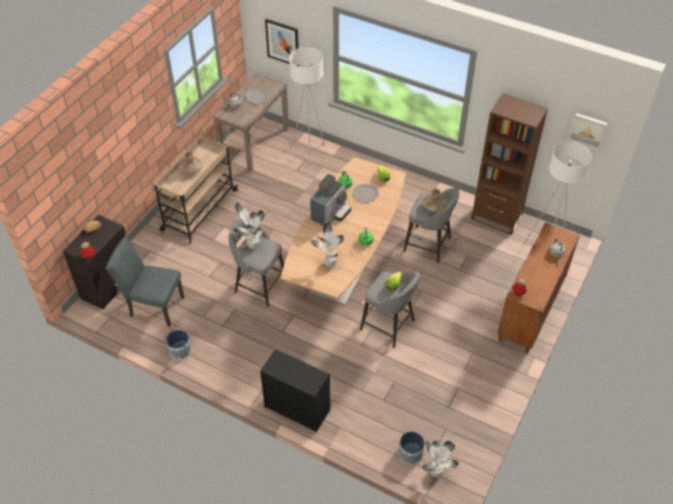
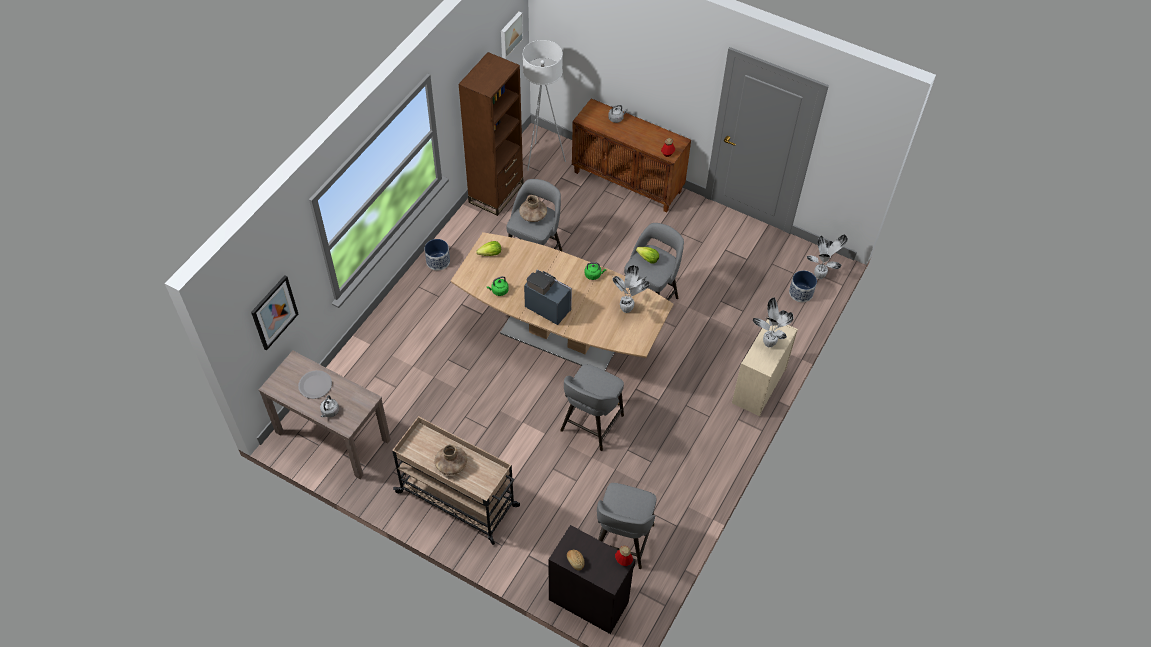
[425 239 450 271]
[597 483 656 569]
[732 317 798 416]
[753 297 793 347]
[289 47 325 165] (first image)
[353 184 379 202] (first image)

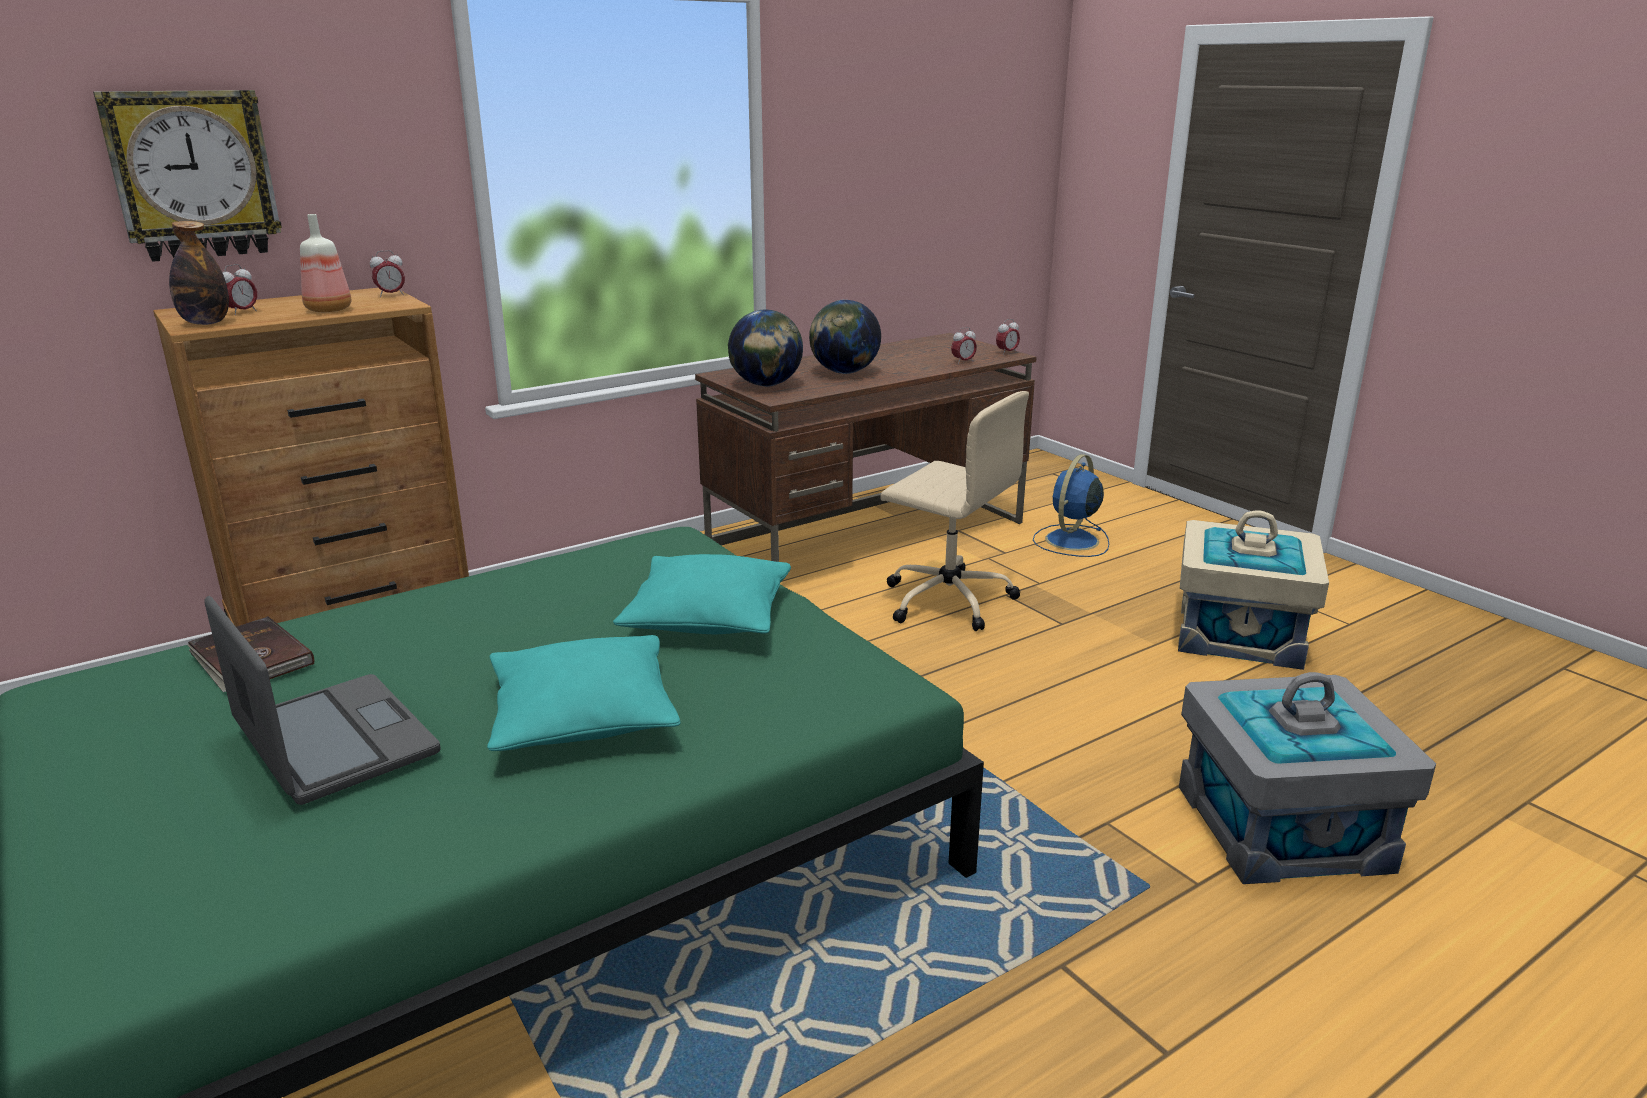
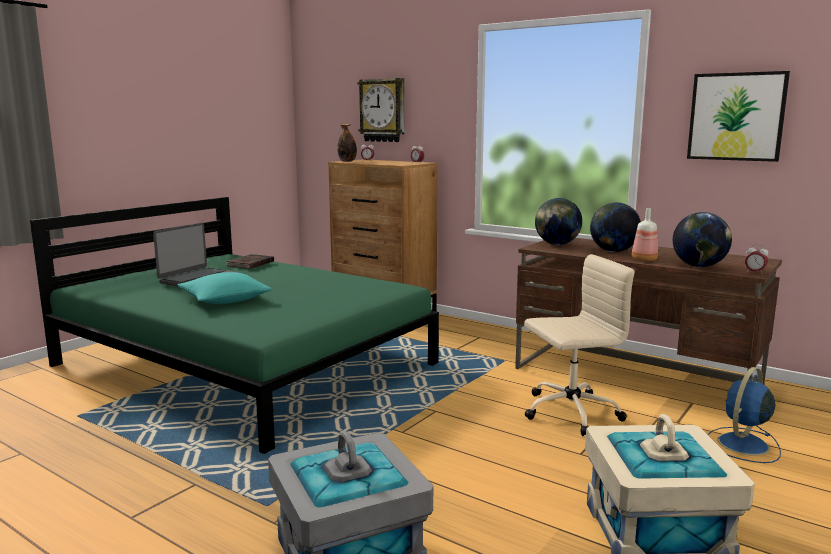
[524 254 634 436]
[632 208 658 262]
[673 212 732 267]
[687 71 790 162]
[707 367 781 463]
[613 554 791 634] (first image)

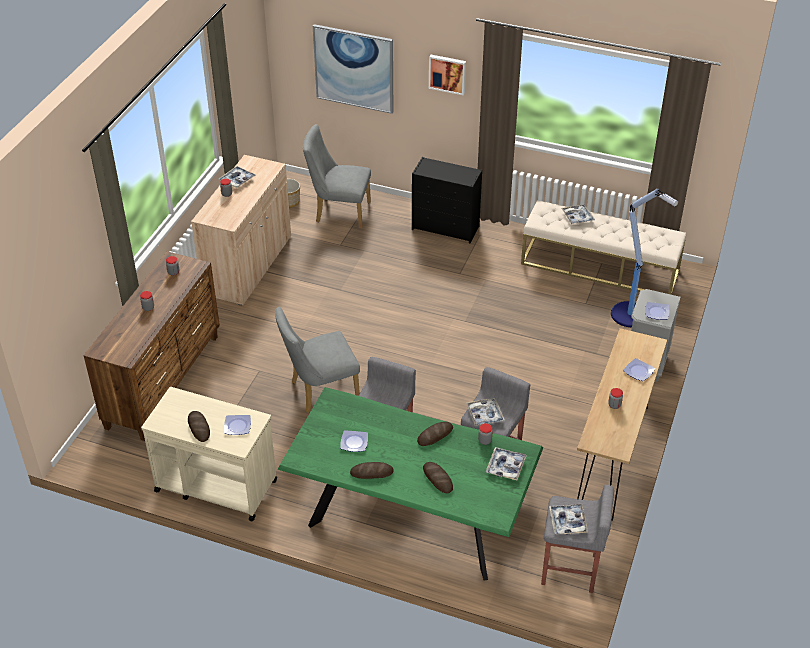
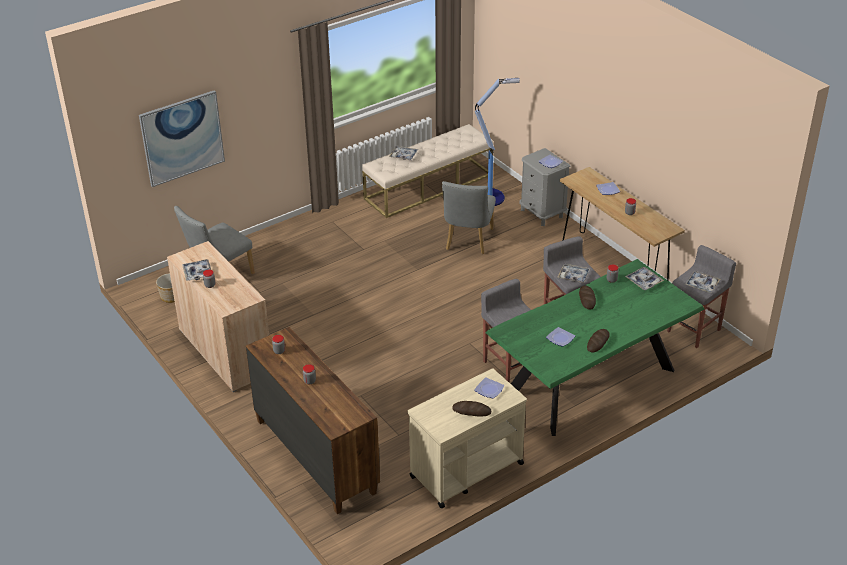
[442 181 496 254]
[412 157 482 243] (first image)
[423 462 453 493] (first image)
[429 55 466 95] (first image)

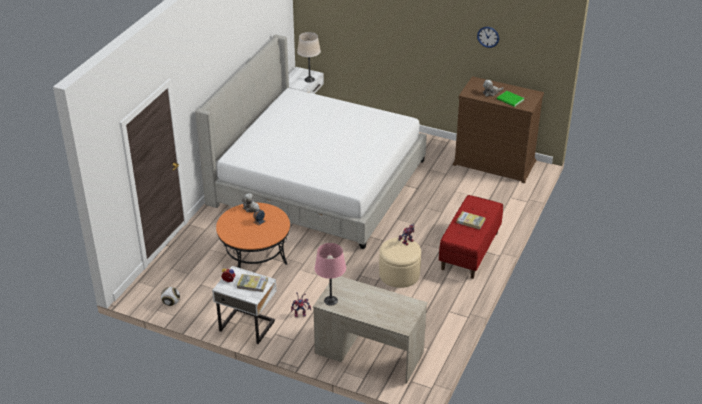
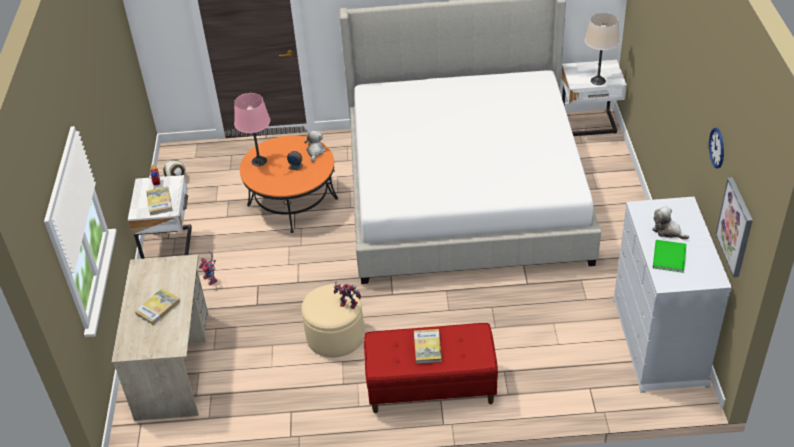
[134 288 180 325]
[234 93 270 166]
[613 197 732 393]
[716 177 753 277]

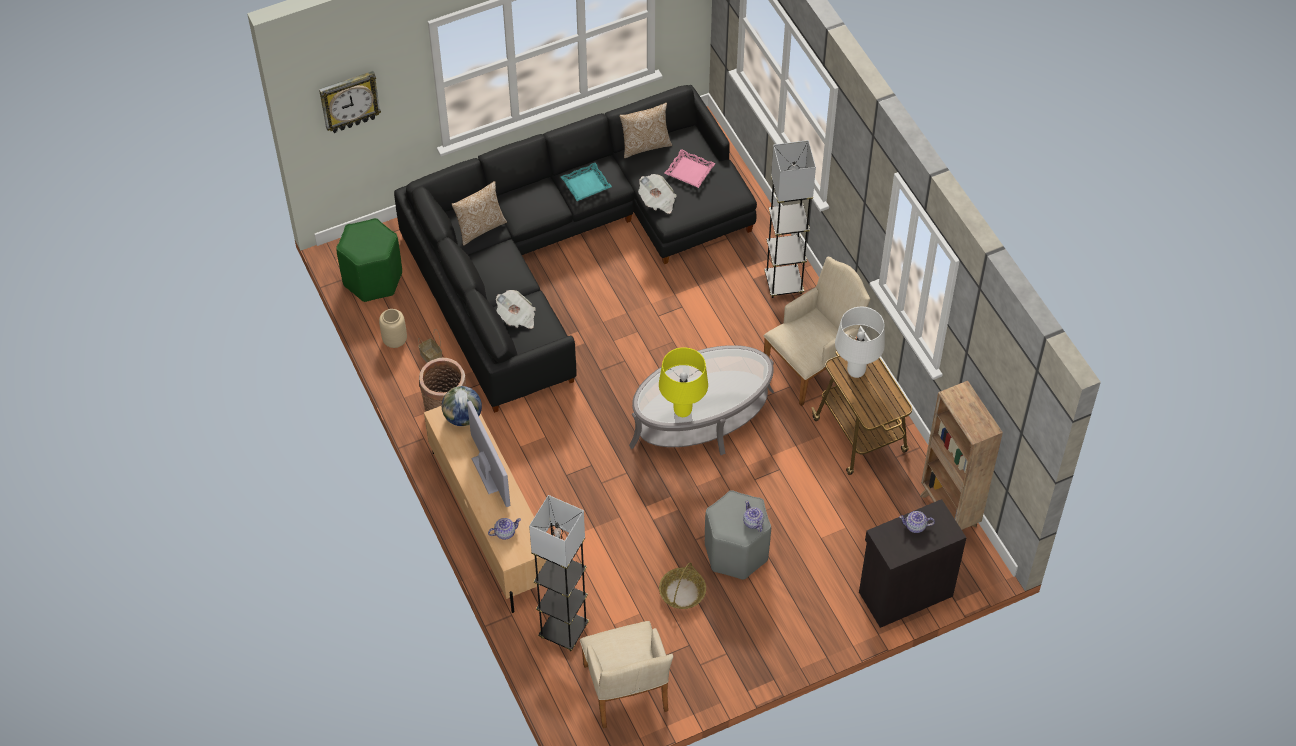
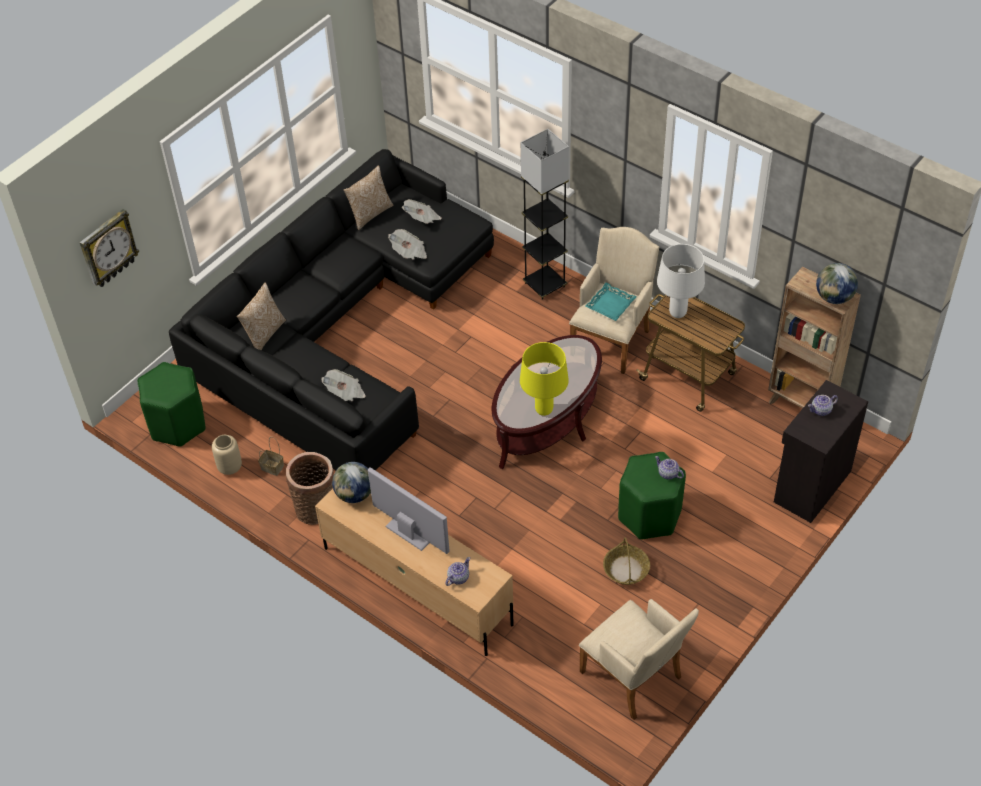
[402 199 442 224]
[492 335 602 469]
[585 283 636 321]
[618 452 686 539]
[816 263 858 304]
[529 495 589 651] (first image)

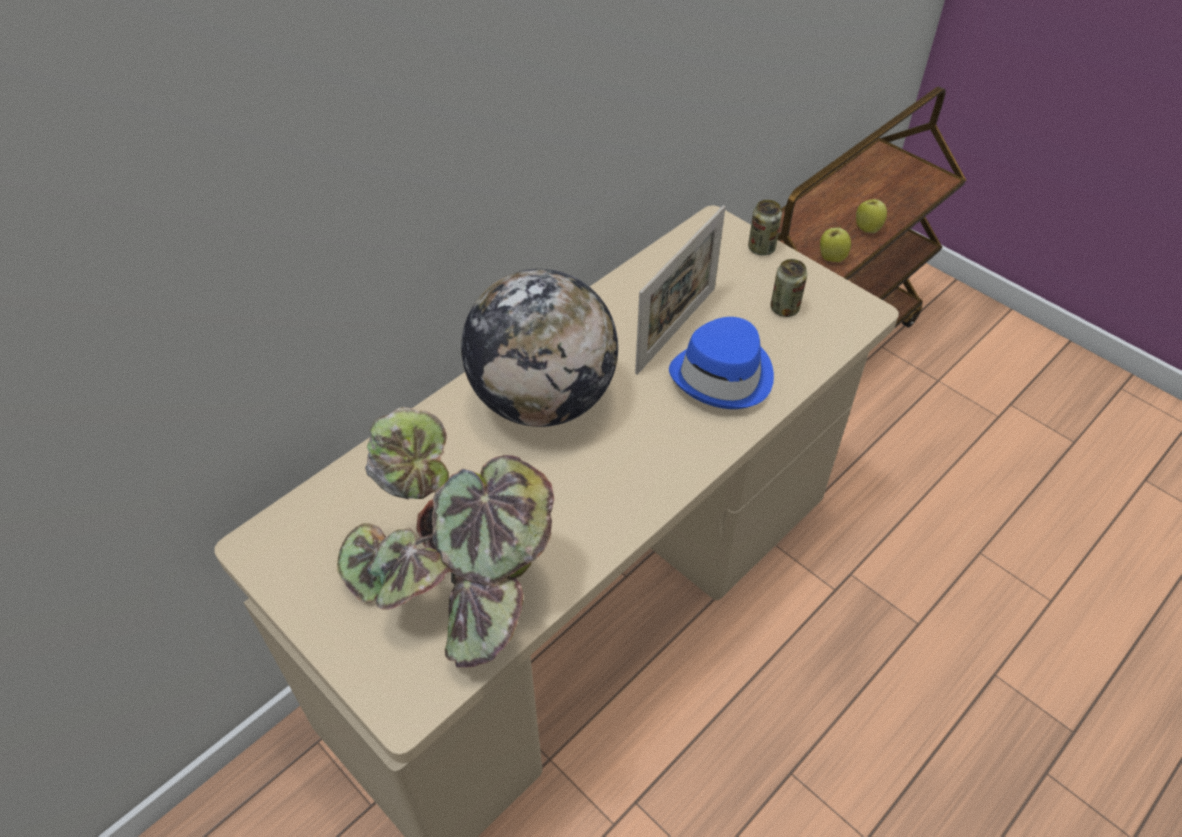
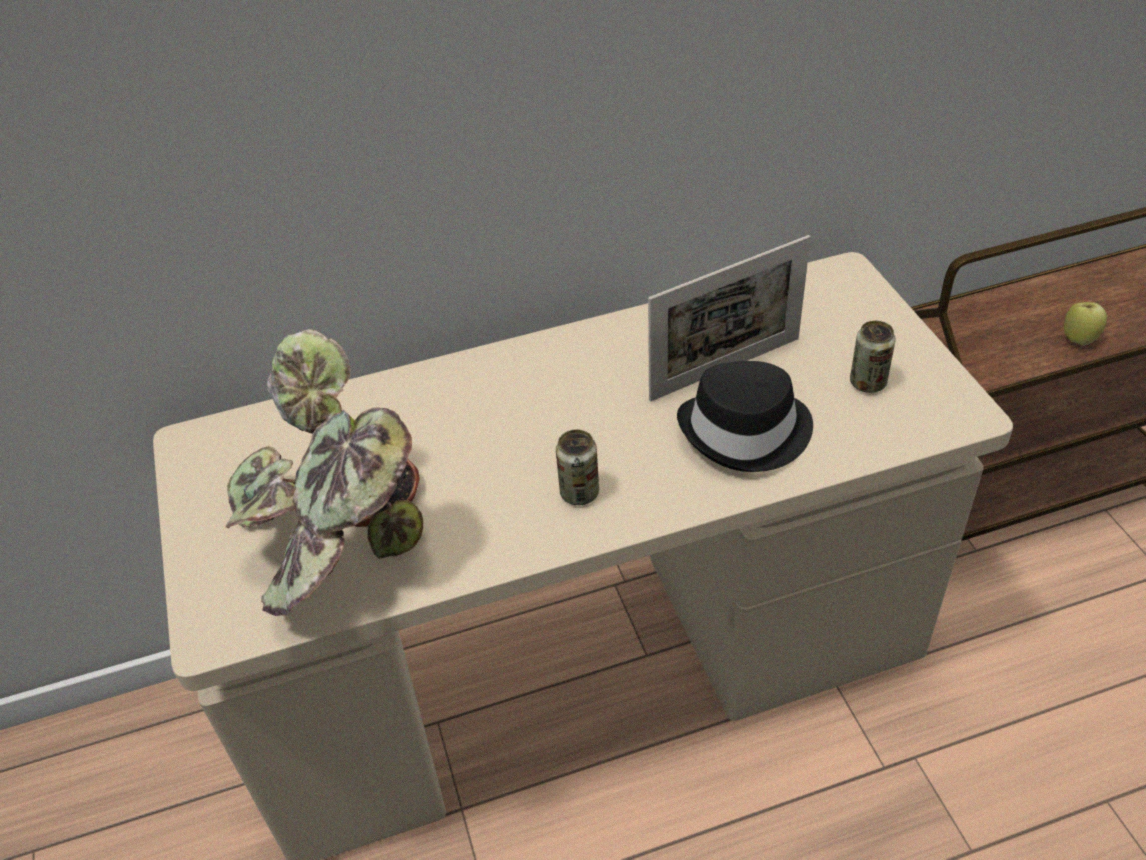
[556 429 599 505]
[677 361 813 472]
[461 269 618 427] (first image)
[820 228 851 262] (first image)

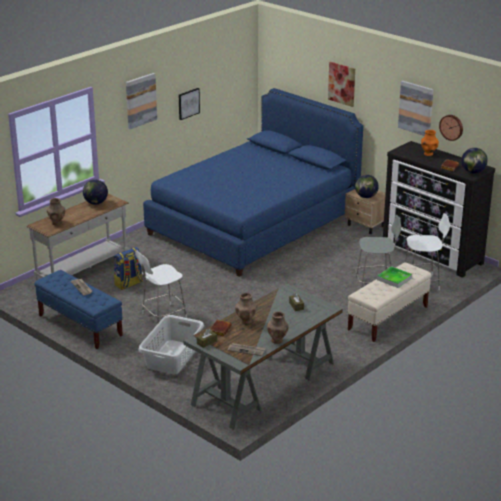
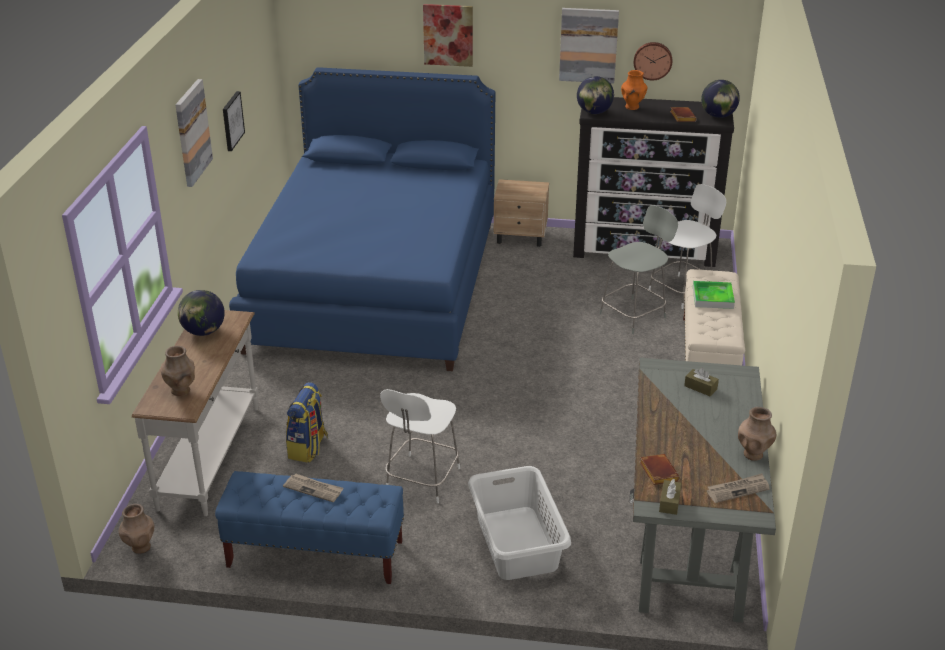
[119 504 154 554]
[577 76 614 114]

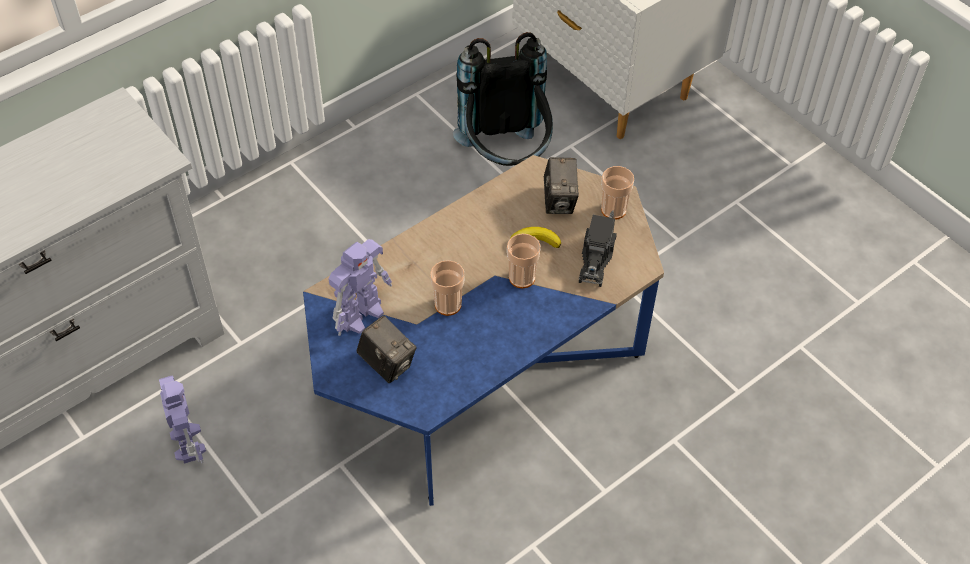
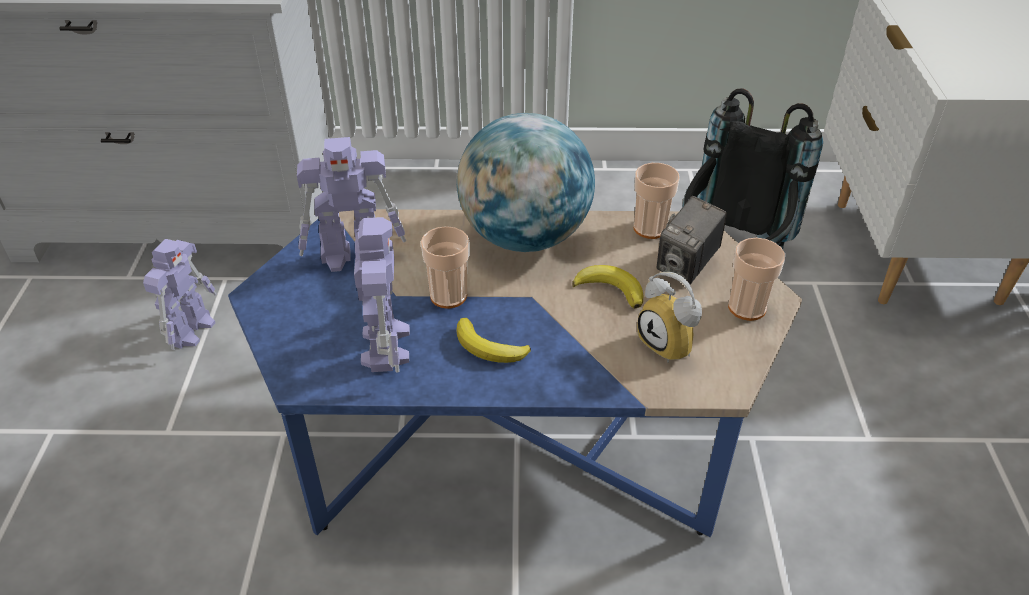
[354 217 410 372]
[457 113 595 252]
[457 318 531 363]
[634 163 680 239]
[637 272 702 363]
[356 316 417 383] (first image)

